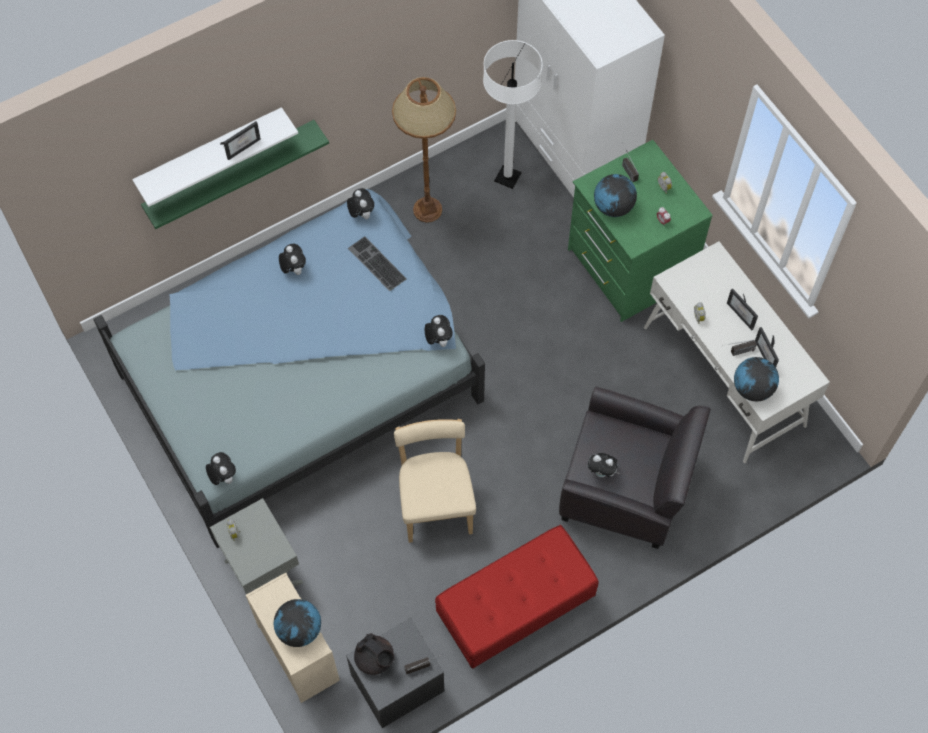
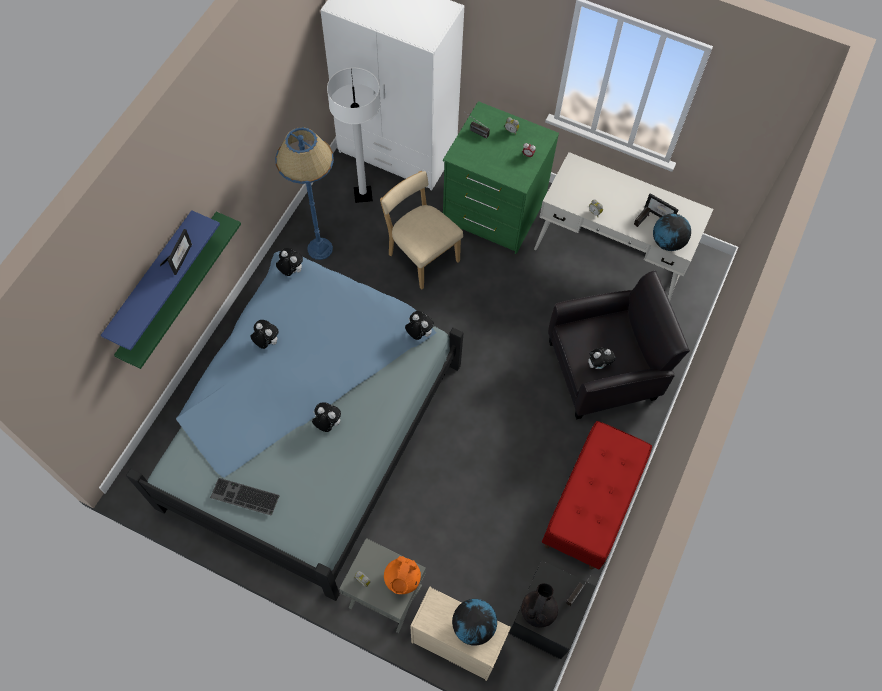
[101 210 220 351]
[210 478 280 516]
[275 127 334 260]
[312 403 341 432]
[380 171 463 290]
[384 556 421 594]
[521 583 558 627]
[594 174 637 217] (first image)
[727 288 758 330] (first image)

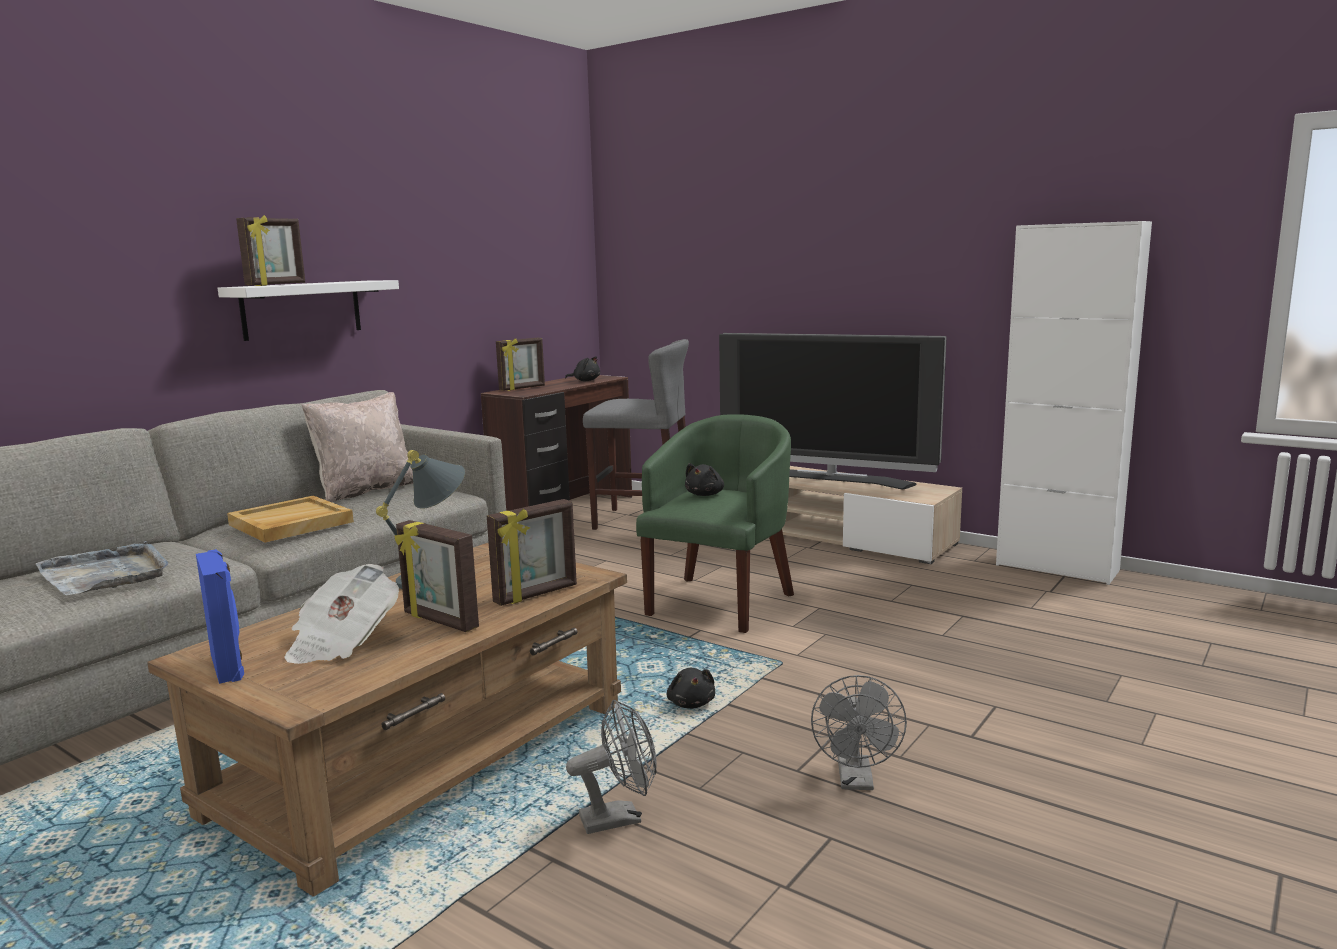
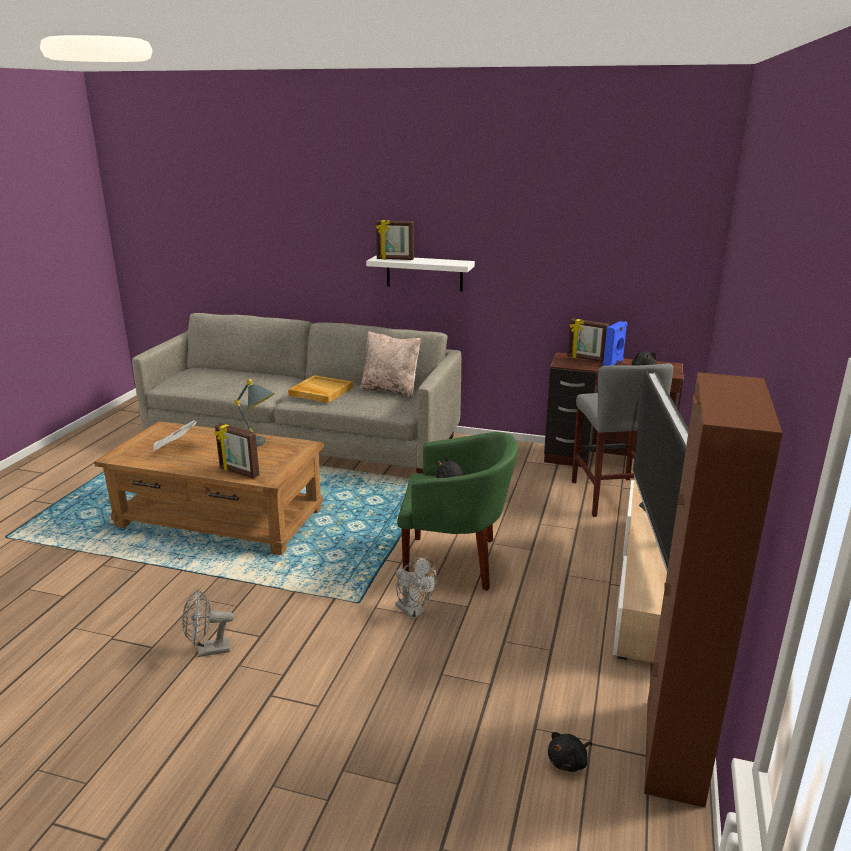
[395 558 437 620]
[548 732 592 772]
[603 321 627 366]
[644 372 783 808]
[36 541 169 595] (first image)
[395 520 479 632] (first image)

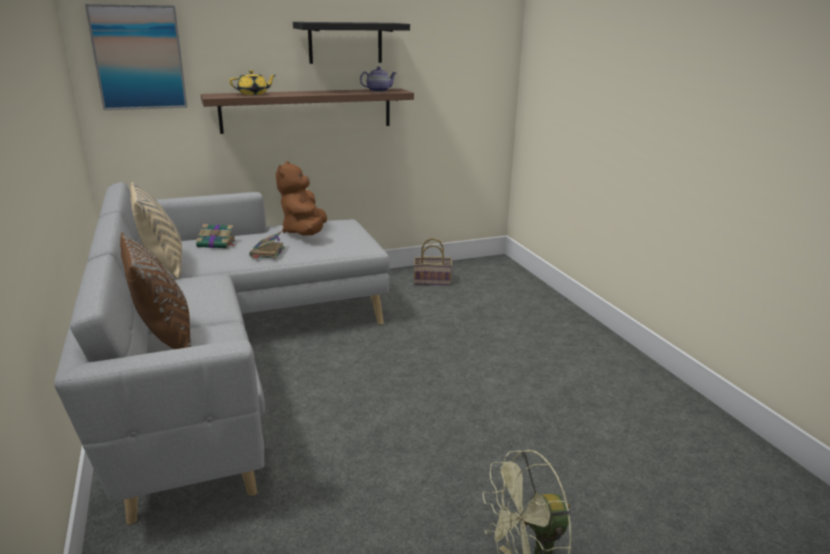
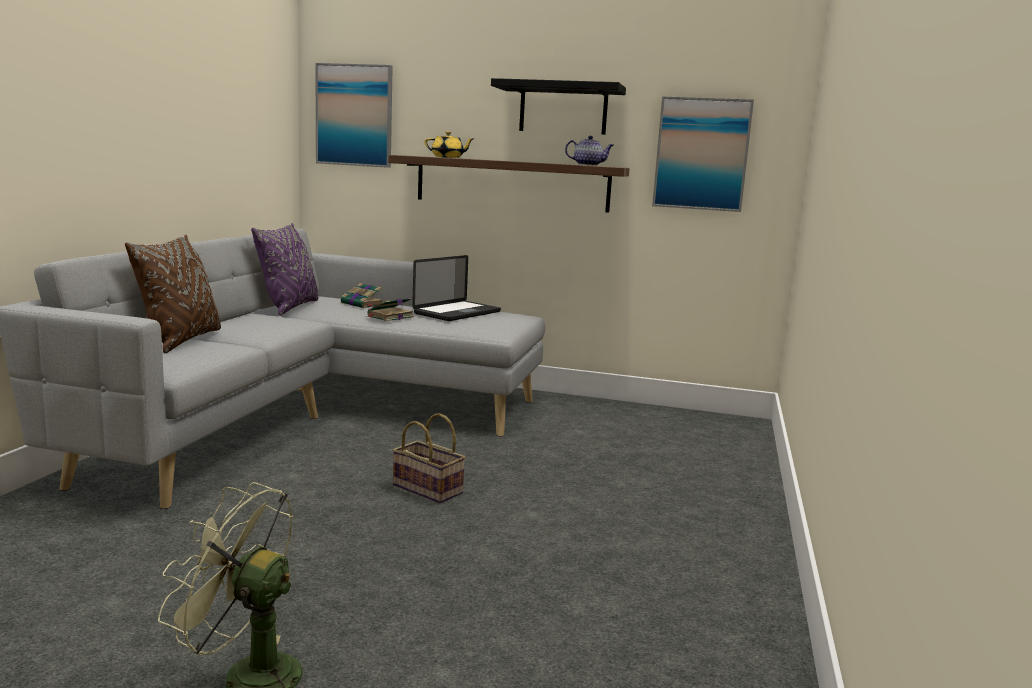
[251 223 318 316]
[392 413 466 503]
[412 255 501 321]
[652 96 754 212]

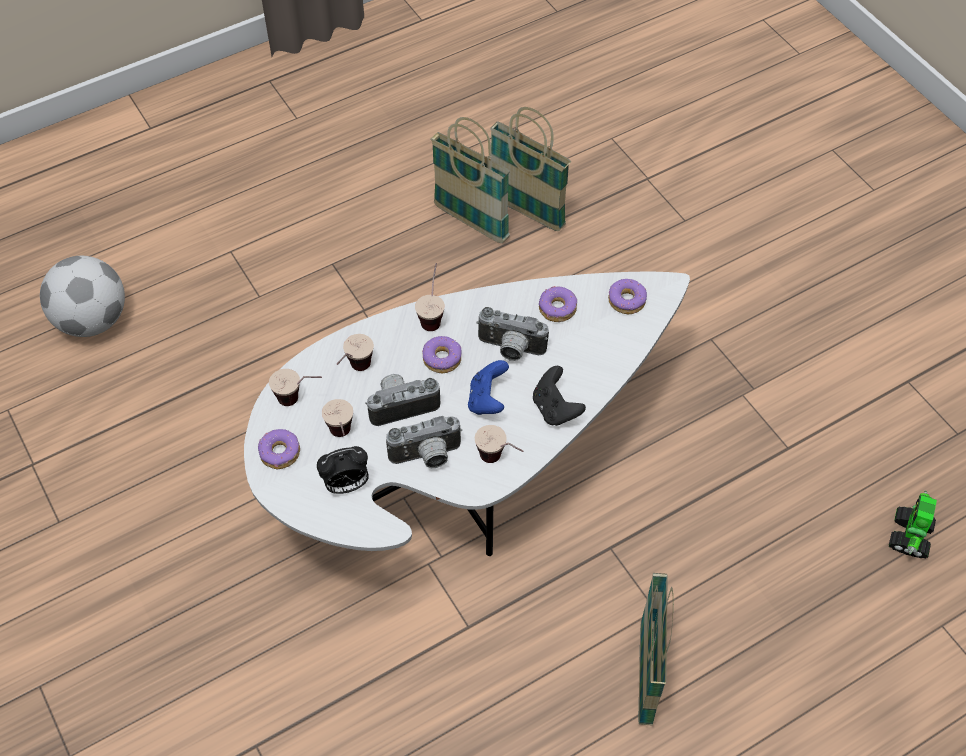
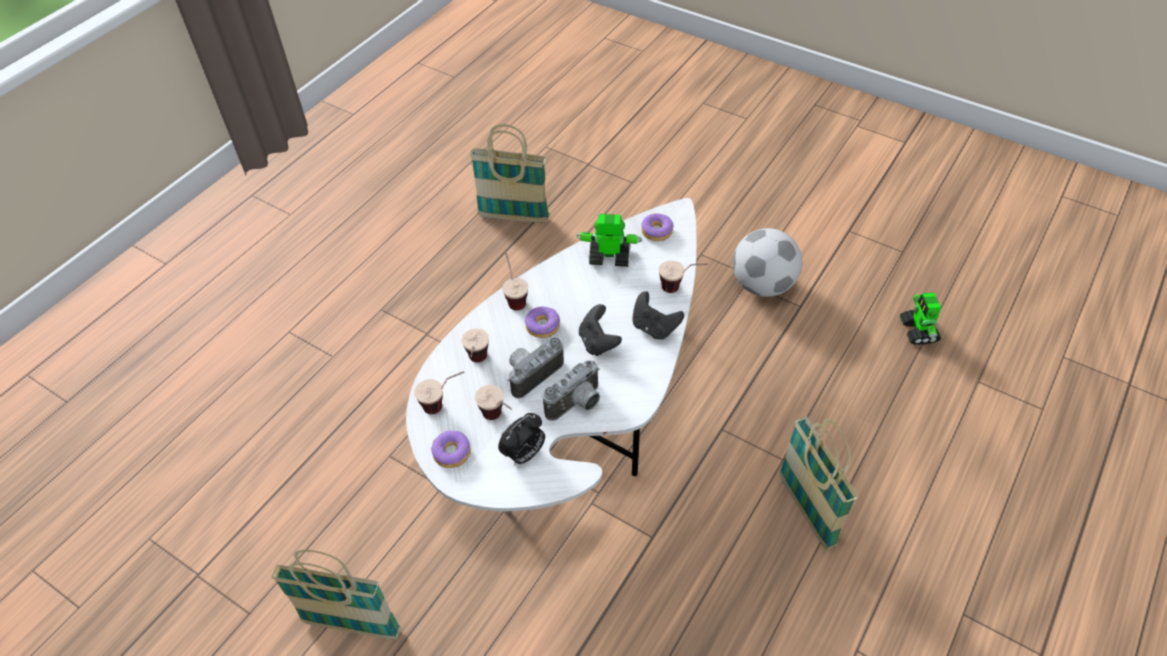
[271 550 401 640]
[576 214 642 267]
[579 304 622 356]
[659 261 707 293]
[733 228 802 297]
[476 307 549 361] (first image)

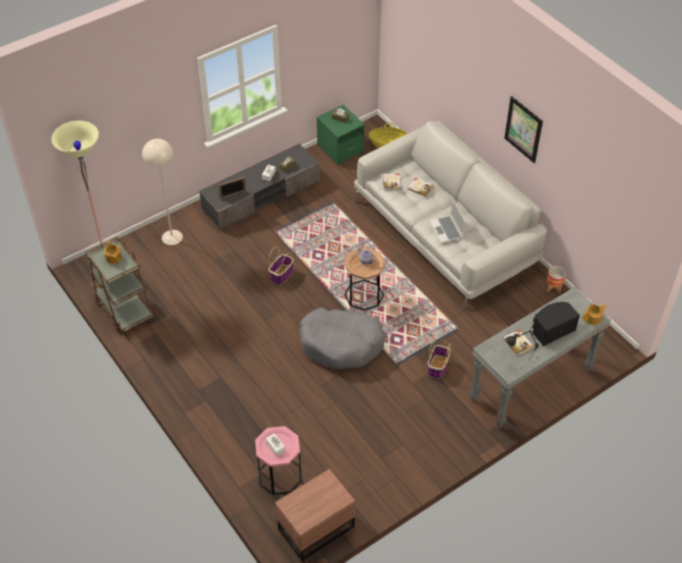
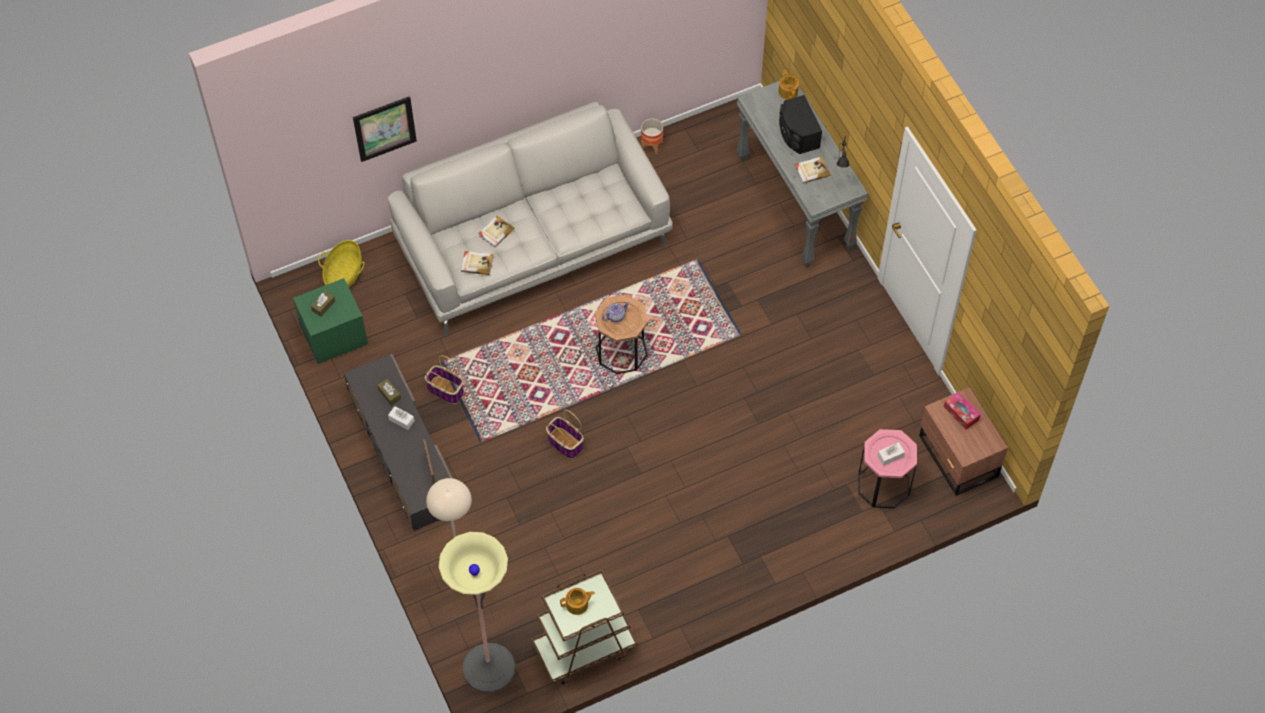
[353 96 417 162]
[425 355 464 404]
[944 392 980 430]
[299 308 385 369] (first image)
[429 199 465 243] (first image)

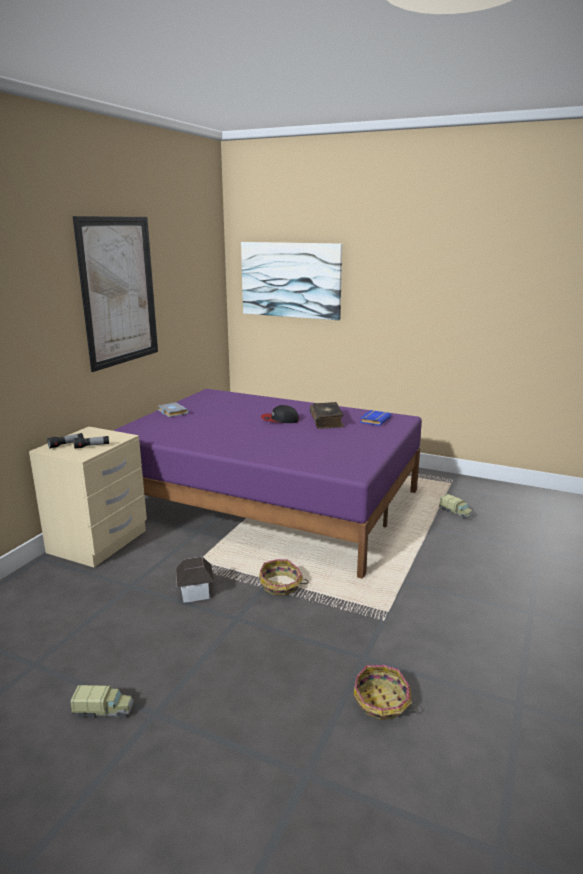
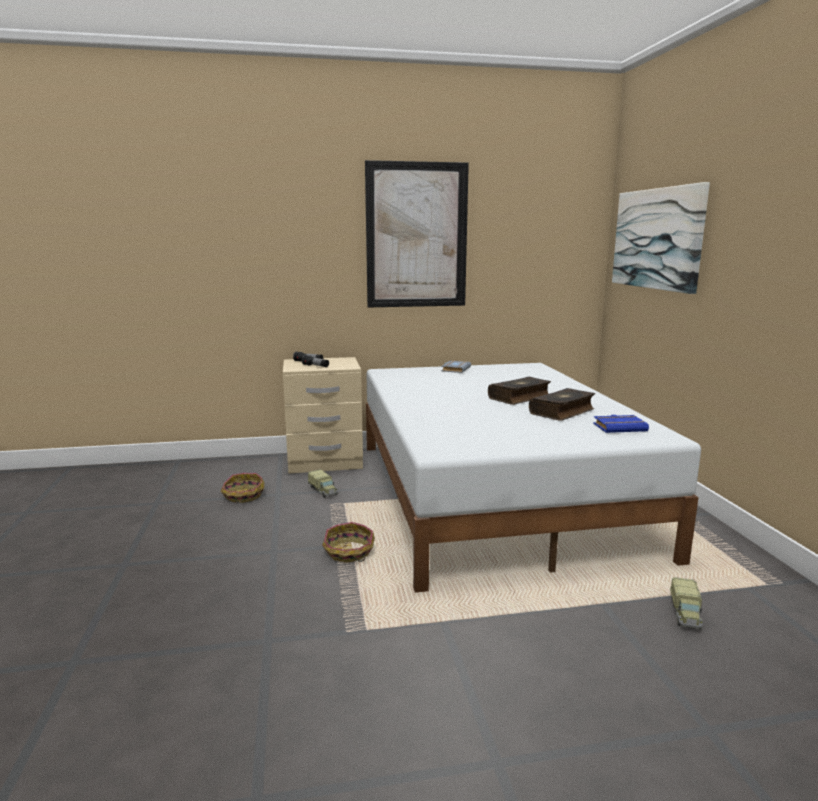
[221 473 265 503]
[308 469 338 498]
[366 363 701 593]
[488 377 551 405]
[176 557 214 603] (first image)

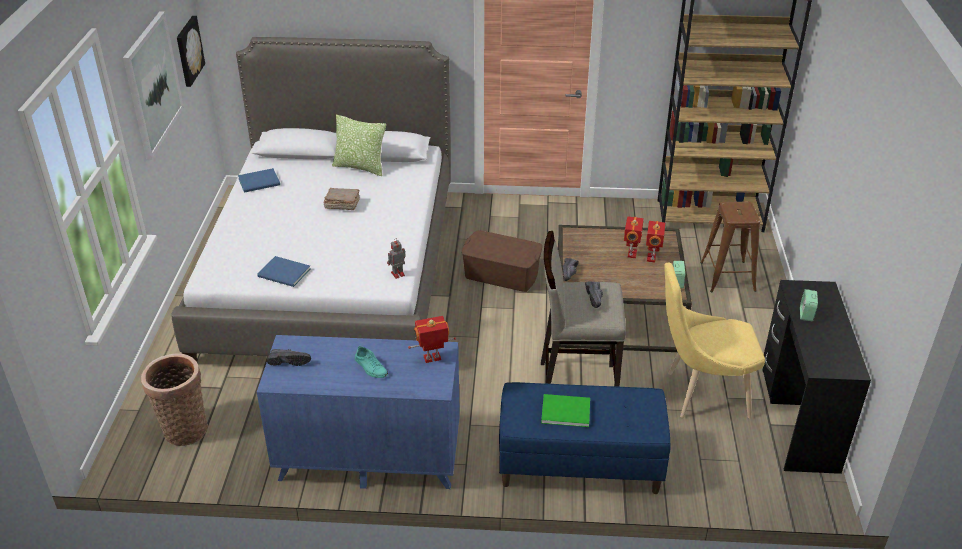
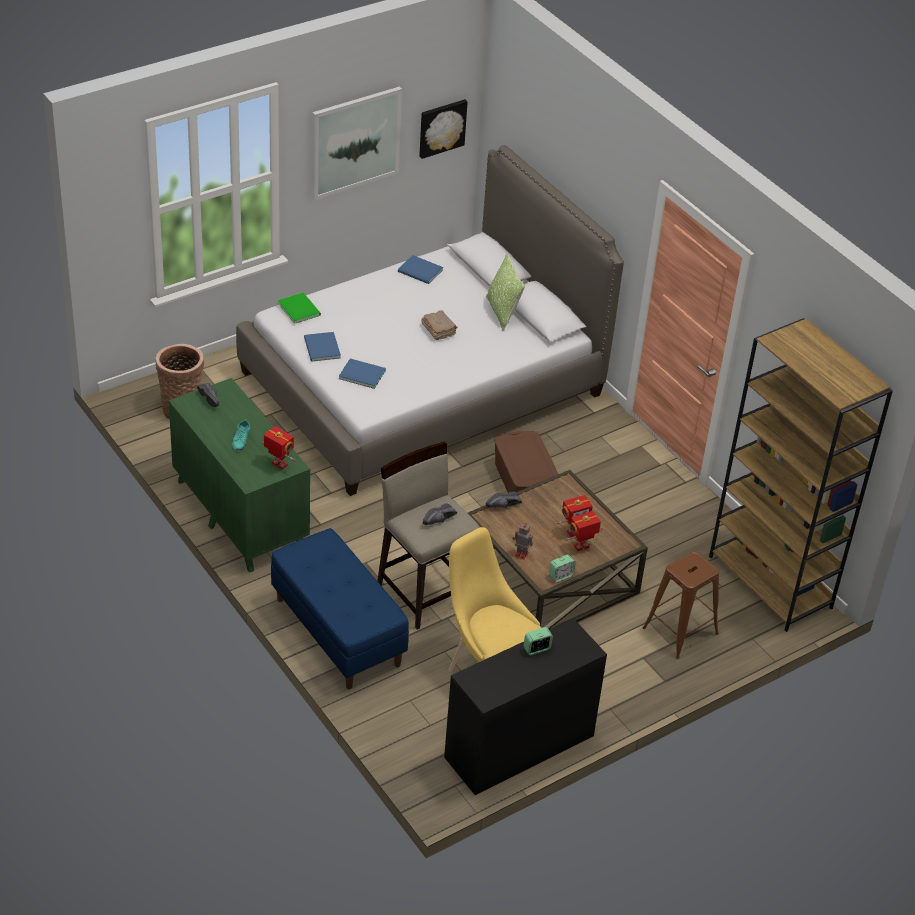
[169 378 310 573]
[278 293 321 324]
[339 358 386 389]
[513 522 533 559]

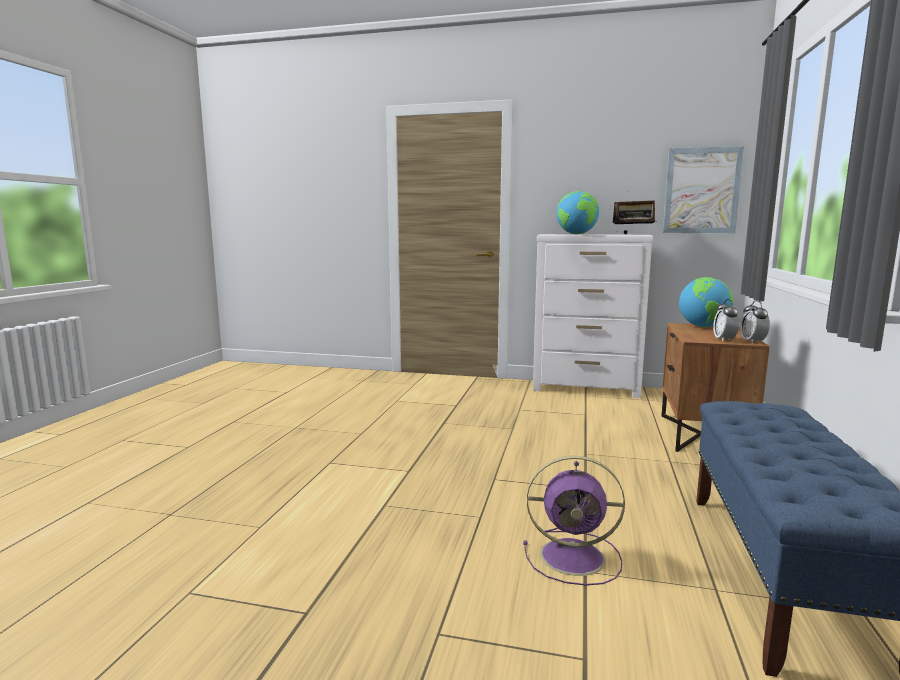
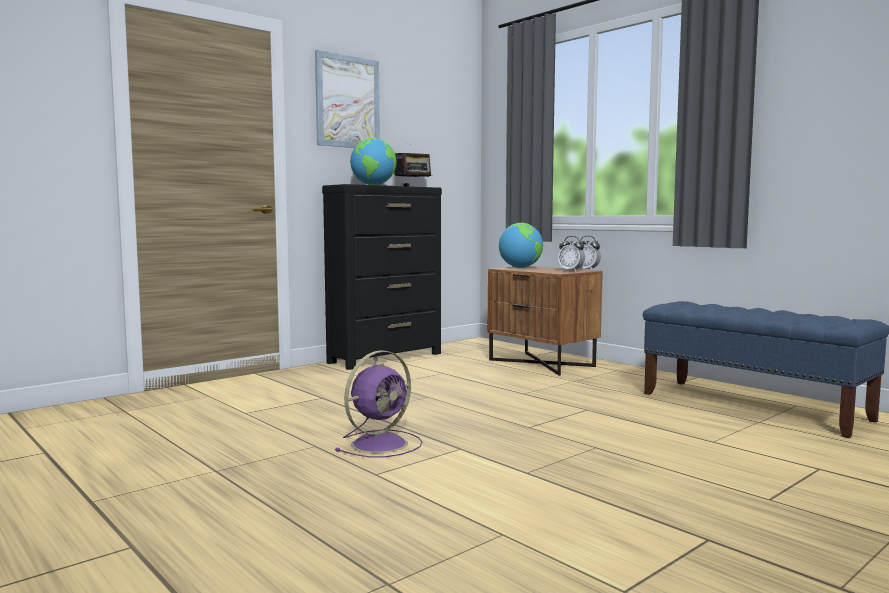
[315 50 380 148]
[322 184 442 370]
[335 350 422 457]

